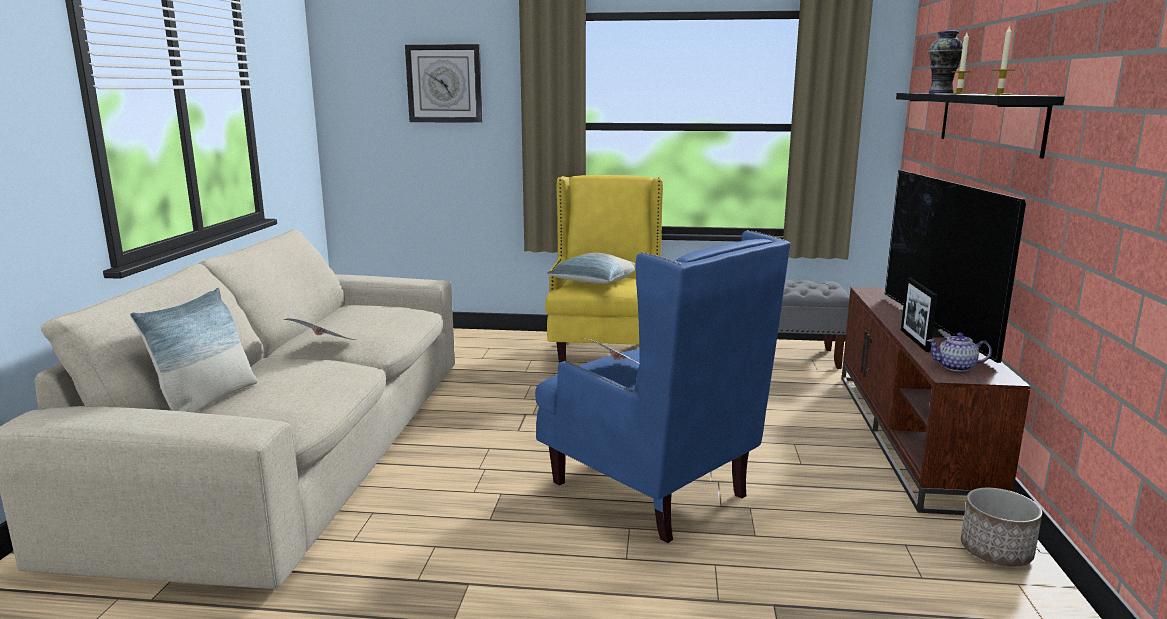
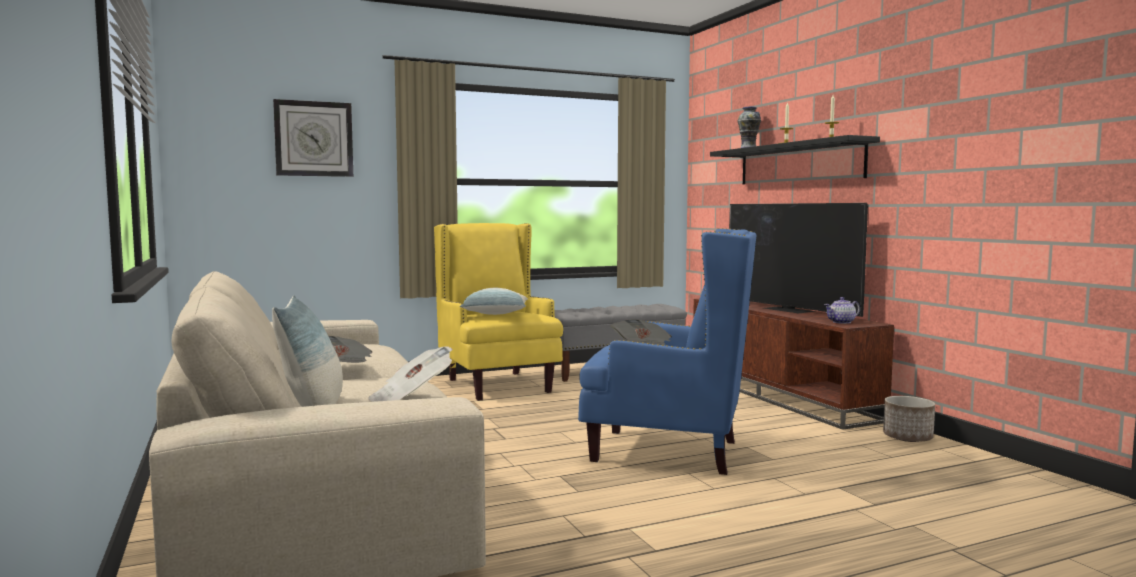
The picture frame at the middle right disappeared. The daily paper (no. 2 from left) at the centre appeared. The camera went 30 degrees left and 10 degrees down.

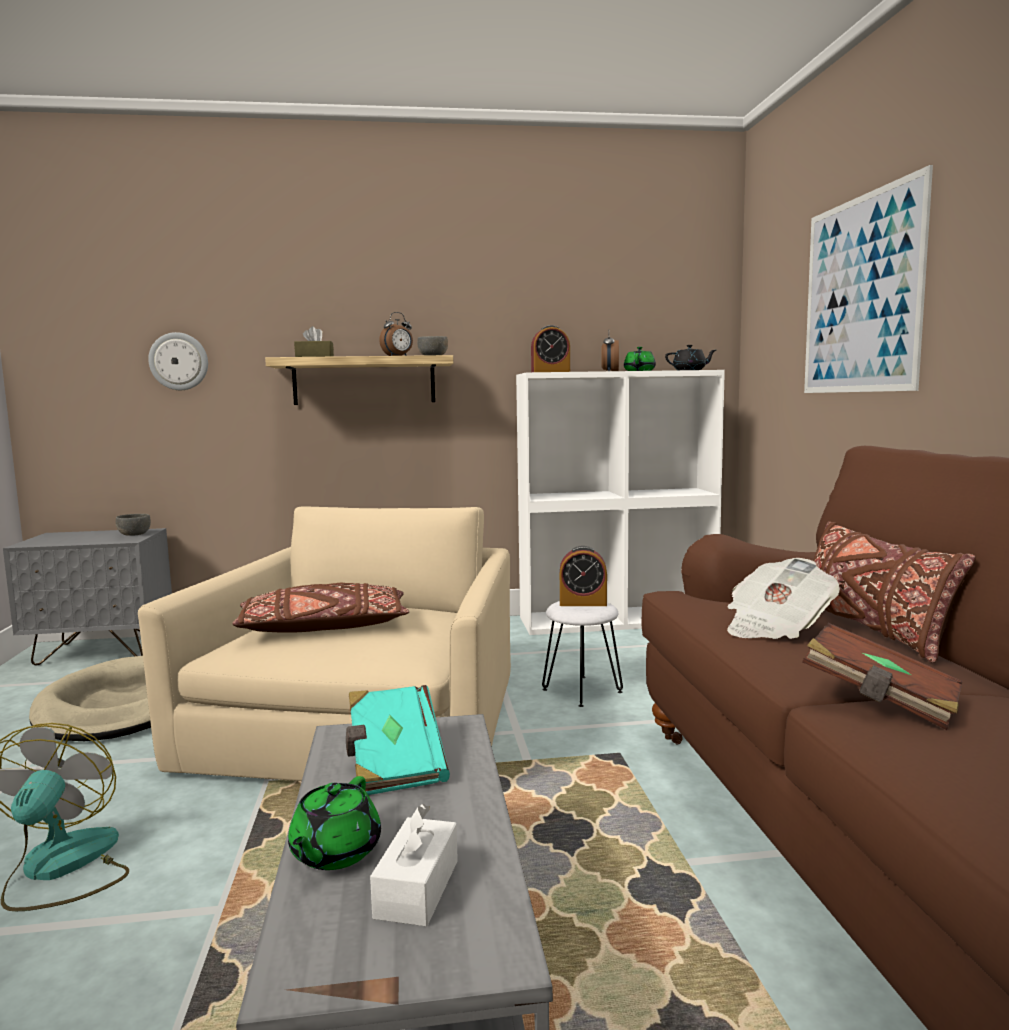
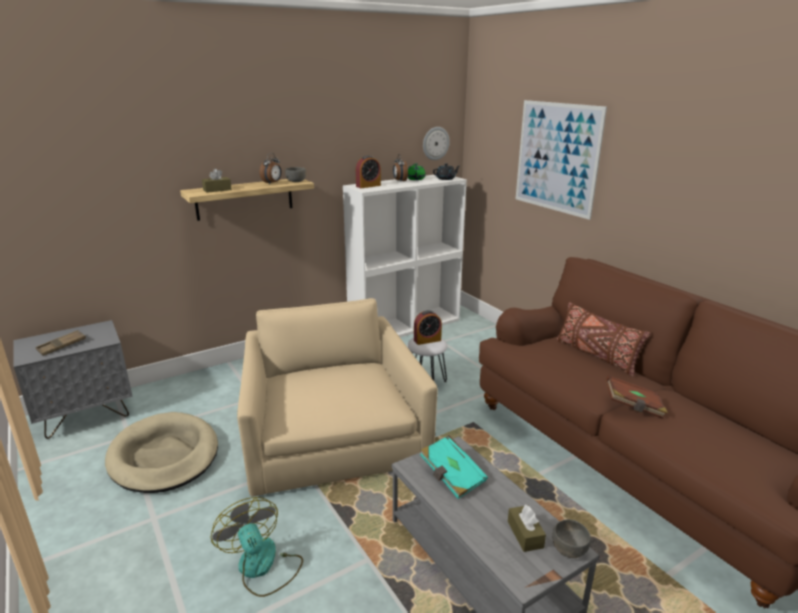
The brown-coloured pillow (no. 1 from left) at the middle left disappeared. The green tea pot (no. 1 from left) at the bottom left disappeared. The daily paper at the middle right disappeared. The brown-coloured carrying tray at the middle left appeared. The gray bowl (no. 1 from left in the first image) moved from the middle left to the bottom right. The hanging clock moved from the middle left to the top centre. The whitish box of tissues at the bottom centre became the brown-coloured box of tissues (no. 2 from left) at the bottom centre. The camera went 25 degrees left and 15 degrees up.

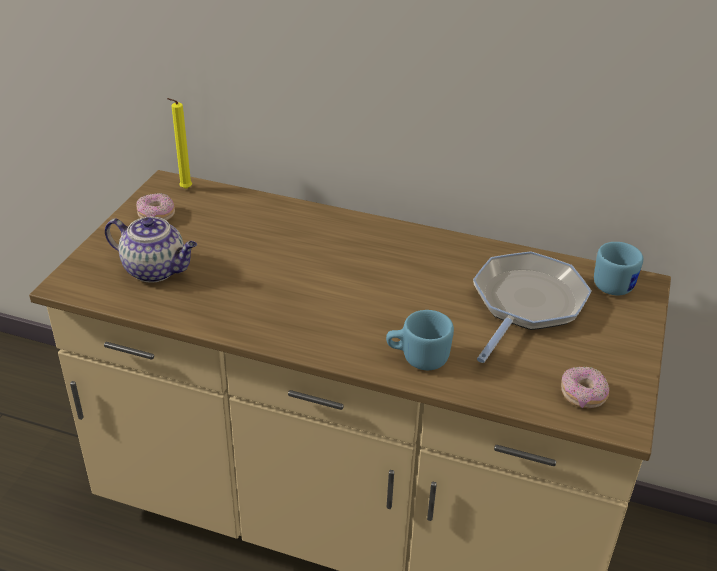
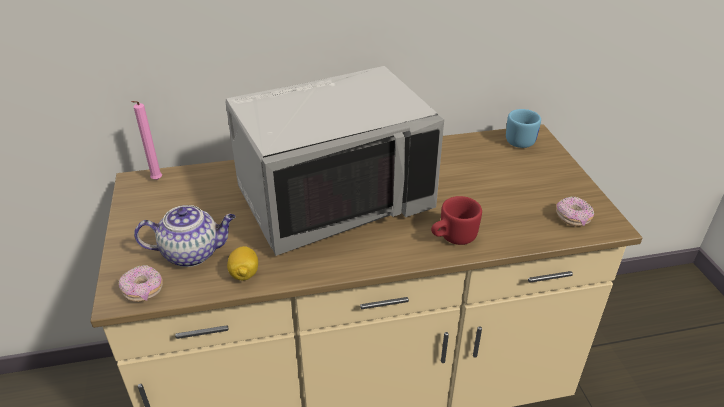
The skillet at the middle right disappeared. The gray microwave oven at the centre appeared. The citrus fruit at the centre appeared. The doughnut (no. 1 from left) moved from the middle left to the bottom left. The yellow wax candle at the top left became the pink-coloured wax candle at the middle left. The blue mug (no. 1 from left) at the centre became the reddish mug at the centre. The camera went 30 degrees left and 0 degrees up.

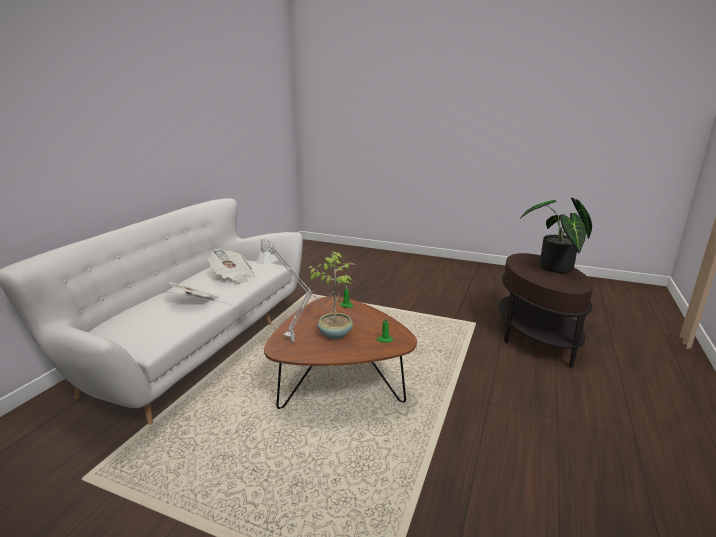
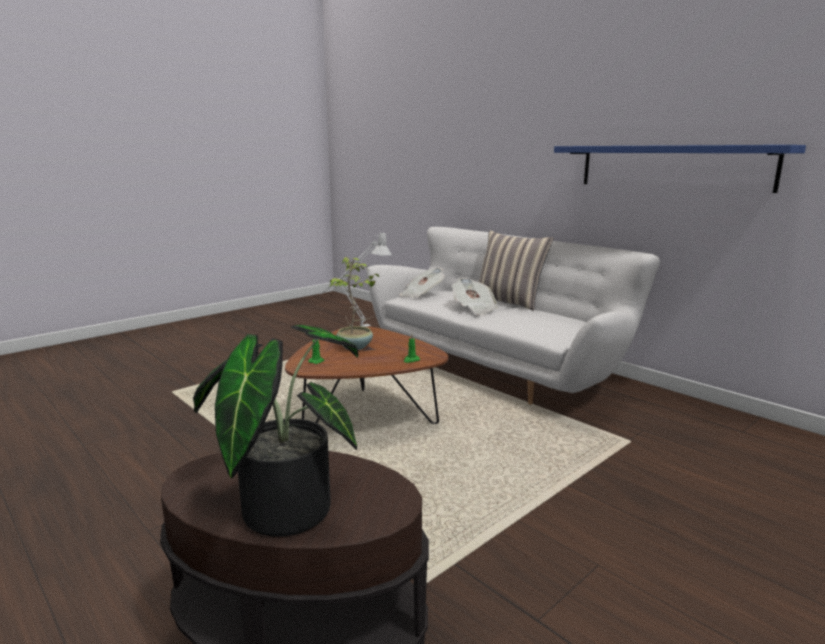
The pillow at the centre appeared. The blue wall shelf at the top right appeared. The daily paper (no. 2 from left in the first image) moved from the middle left to the centre. The camera went 115 degrees right and 5 degrees down.

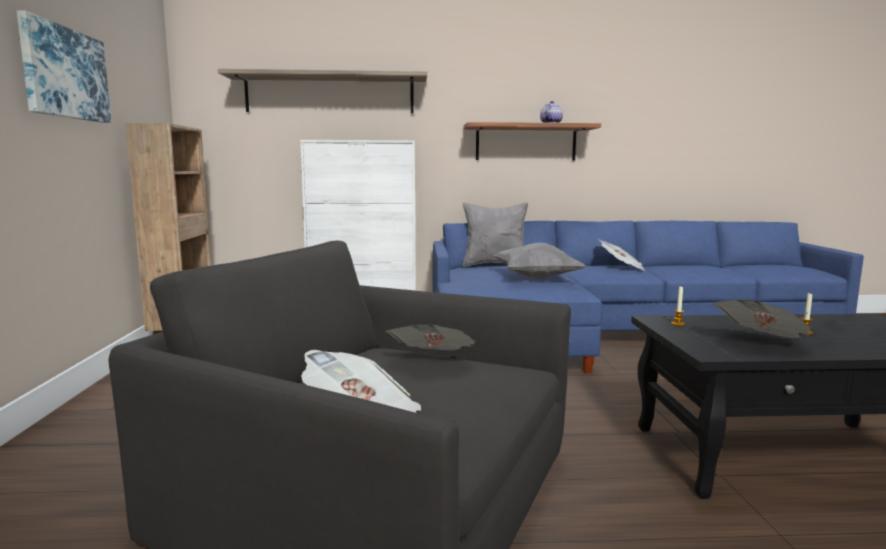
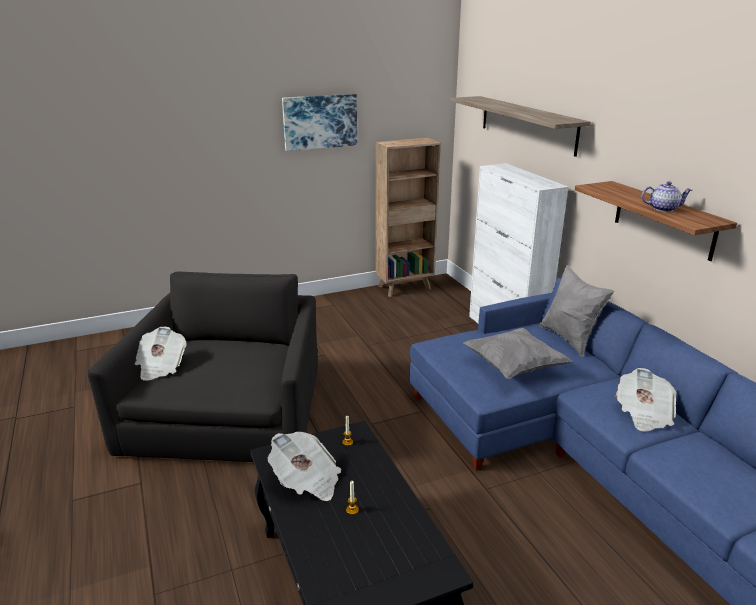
The daily paper (no. 2 from left) at the centre disappeared. The camera went 70 degrees right and 15 degrees up.

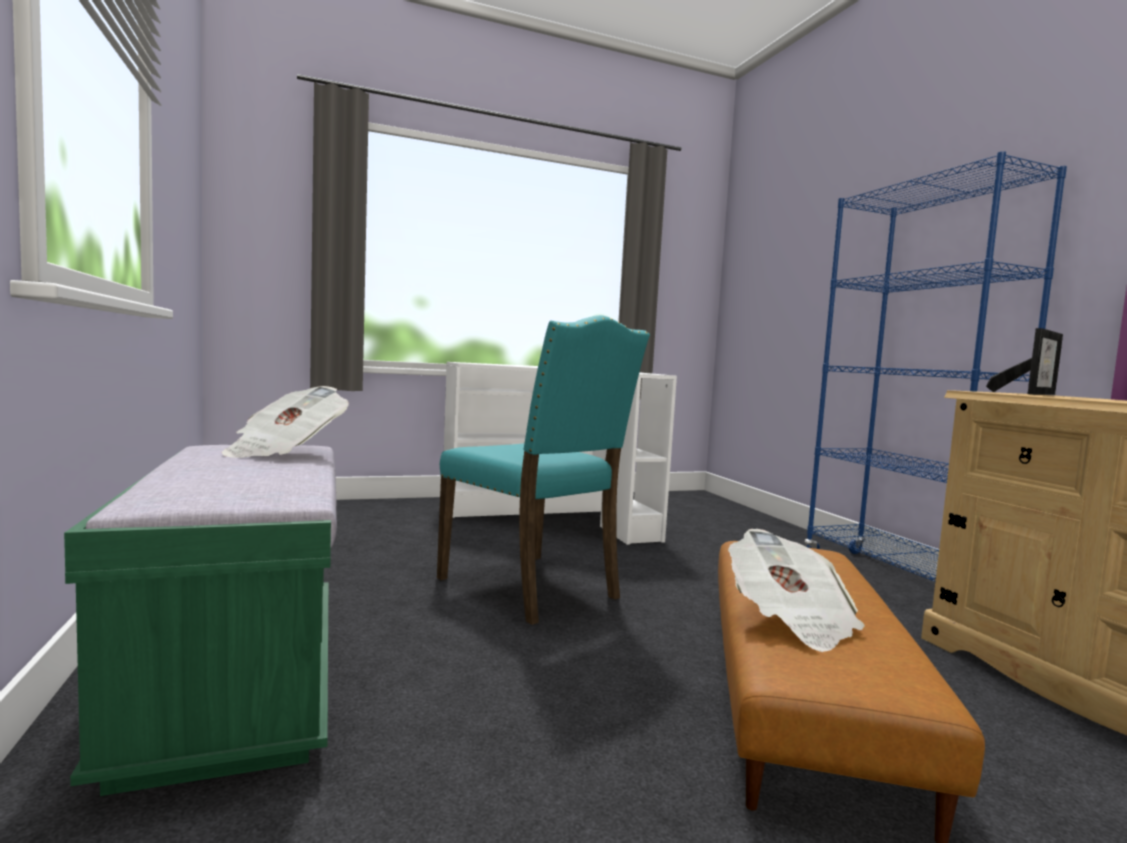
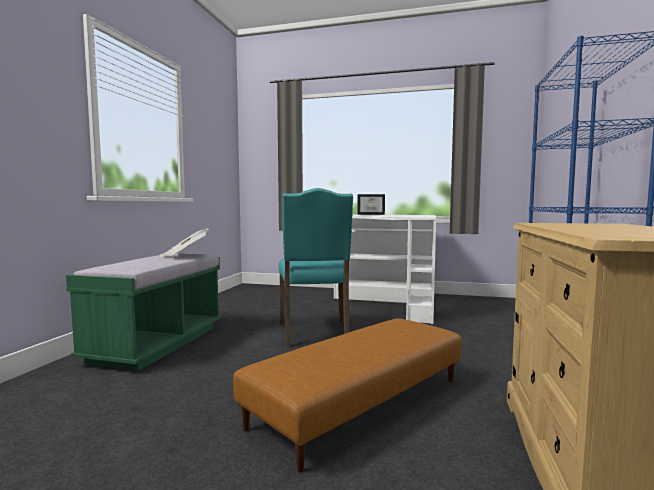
The daily paper (no. 2 from left) at the bottom right disappeared. The picture frame moved from the middle right to the centre. The camera went 35 degrees right and 0 degrees up.

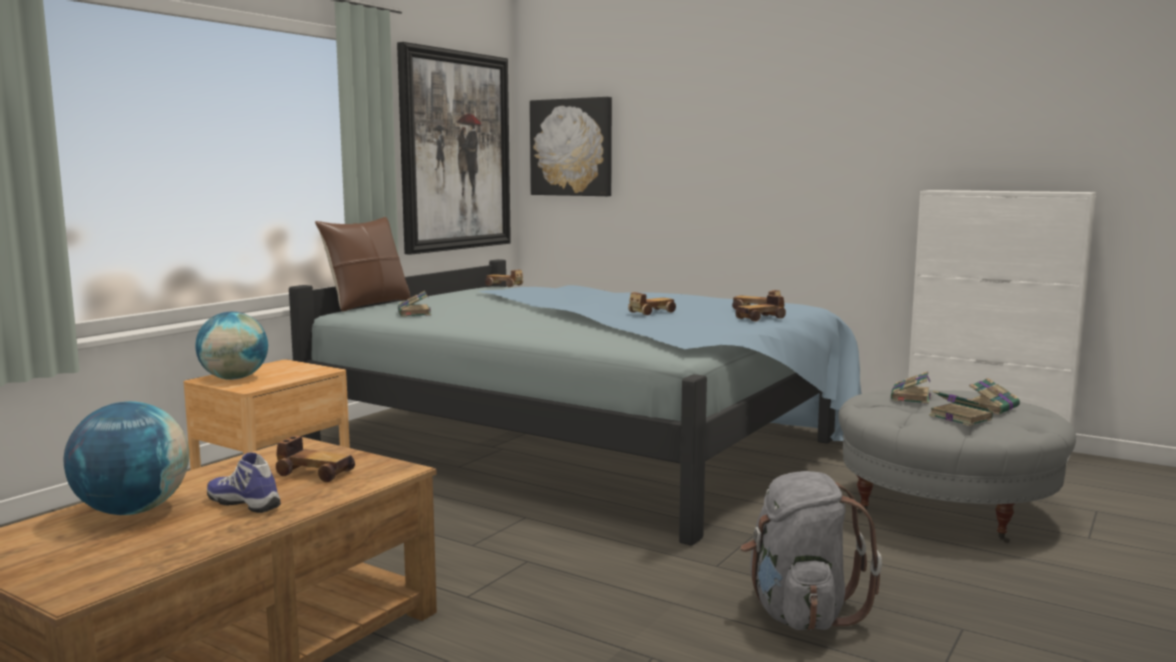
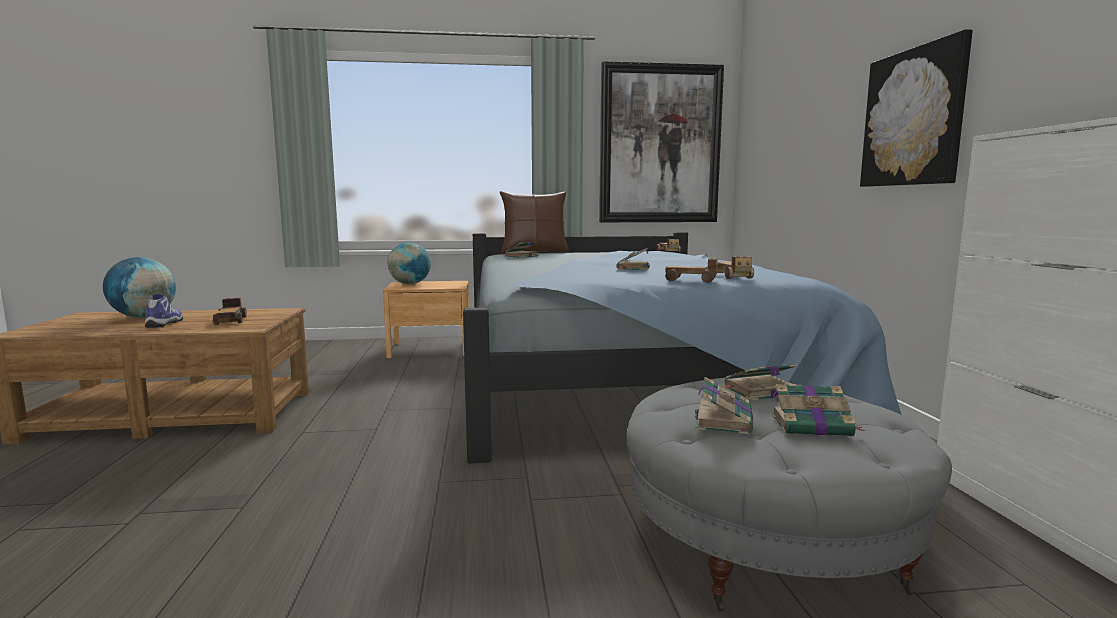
The gray backpack at the bottom right disappeared. The wall art (no. 2 from left) moved from the top centre to the top right. The model car (no. 3 from left) at the centre was replaced by the bound book (no. 2 from left) at the centre. The camera went 50 degrees right and 0 degrees up.

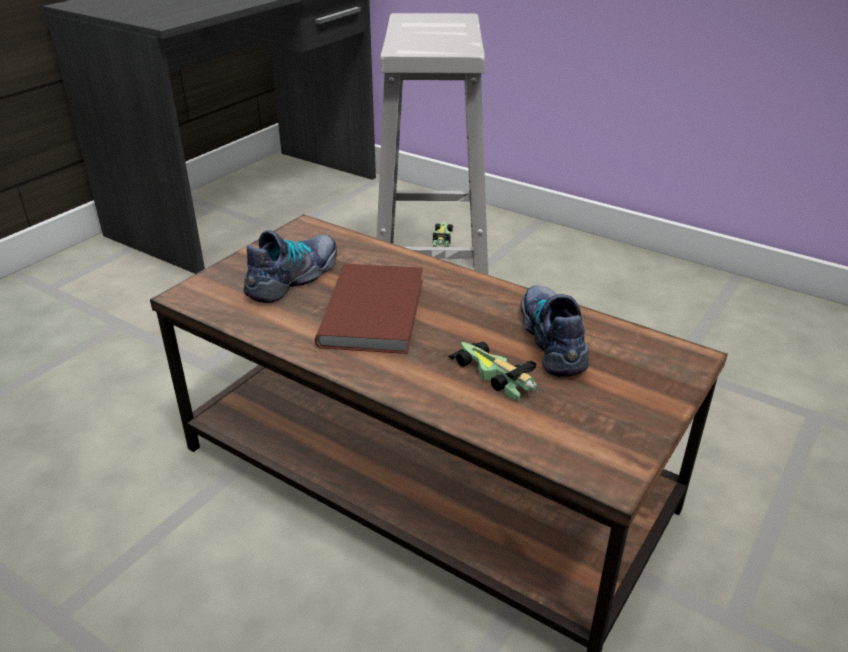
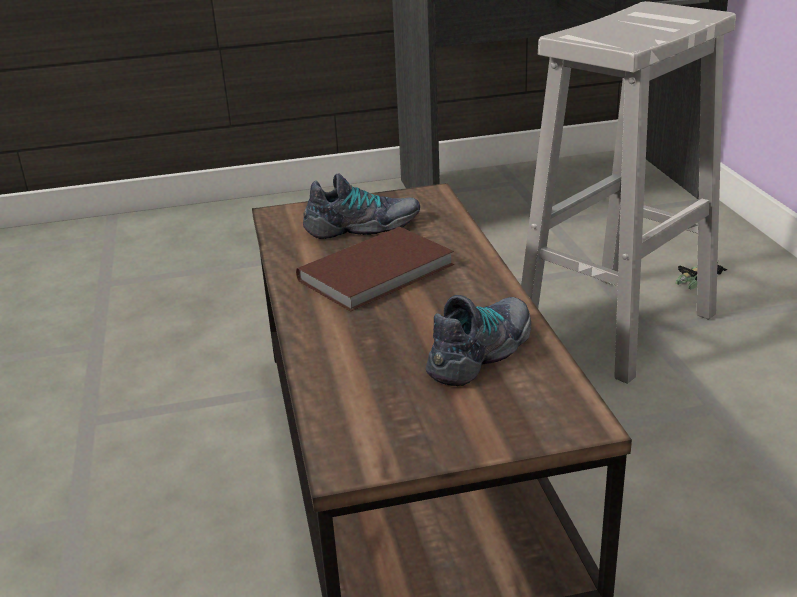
The model car (no. 2 from left) at the centre disappeared. The camera went 45 degrees right and 5 degrees down.

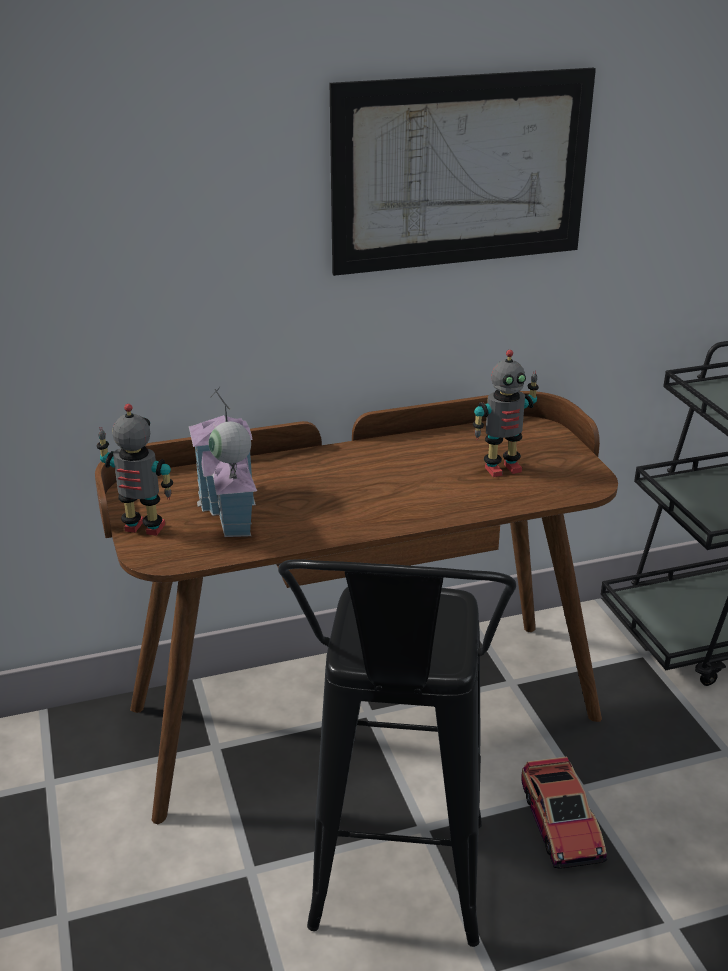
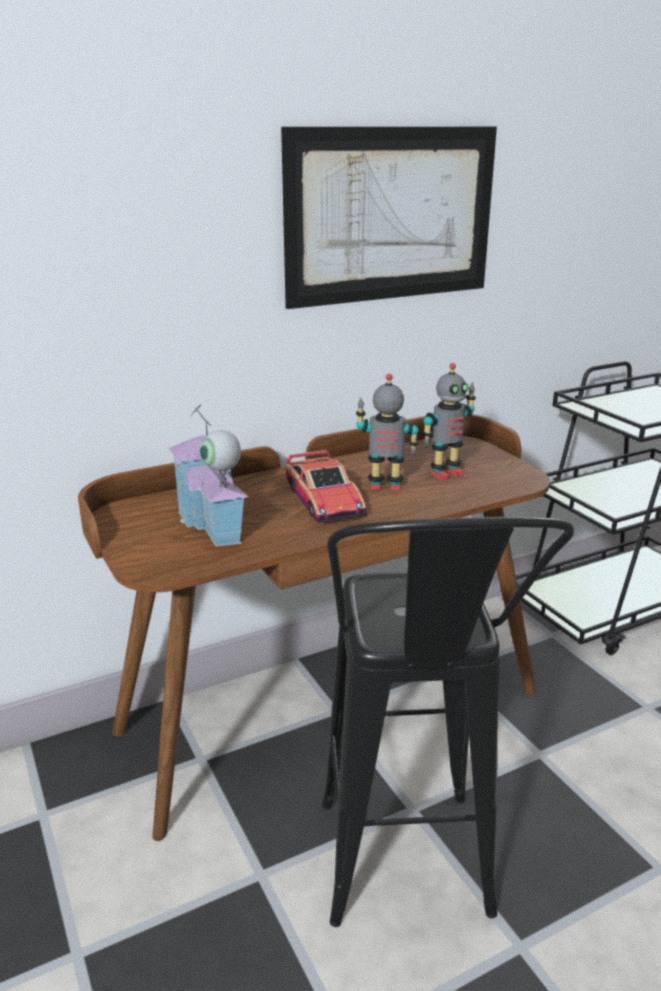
The model robot (no. 1 from left) moved from the middle left to the centre. The model car moved from the bottom right to the centre. The camera went 10 degrees left and 5 degrees down.

